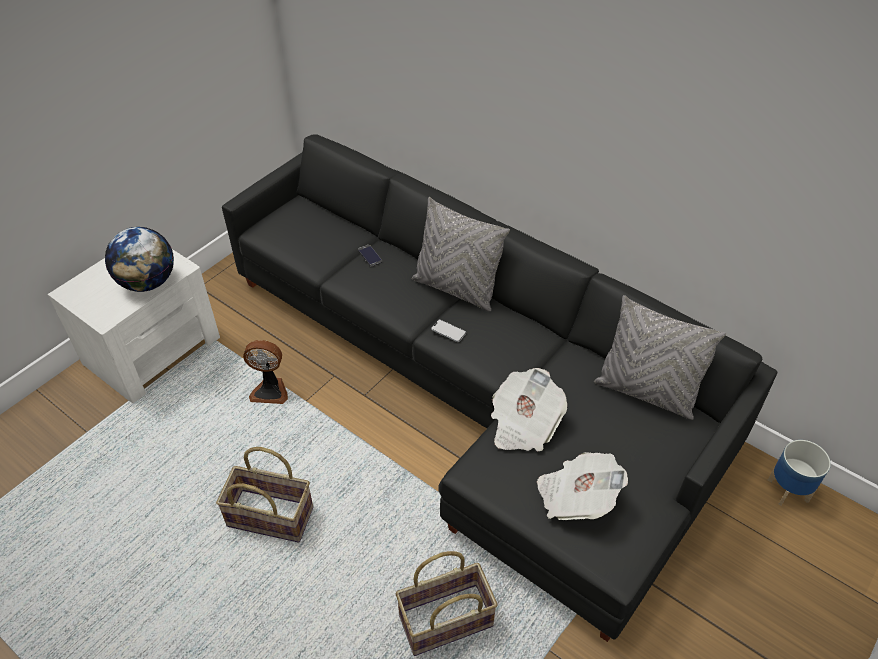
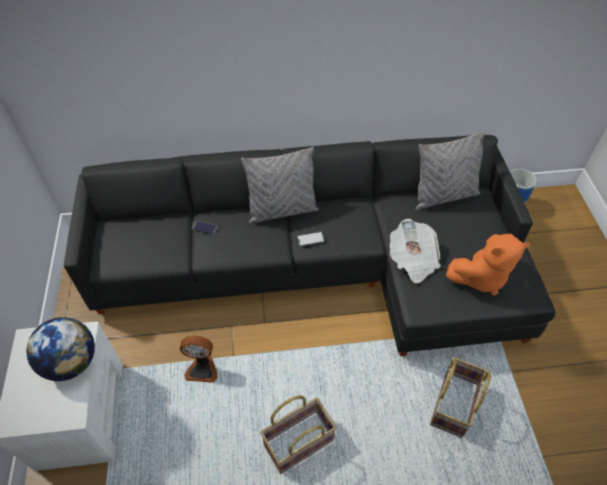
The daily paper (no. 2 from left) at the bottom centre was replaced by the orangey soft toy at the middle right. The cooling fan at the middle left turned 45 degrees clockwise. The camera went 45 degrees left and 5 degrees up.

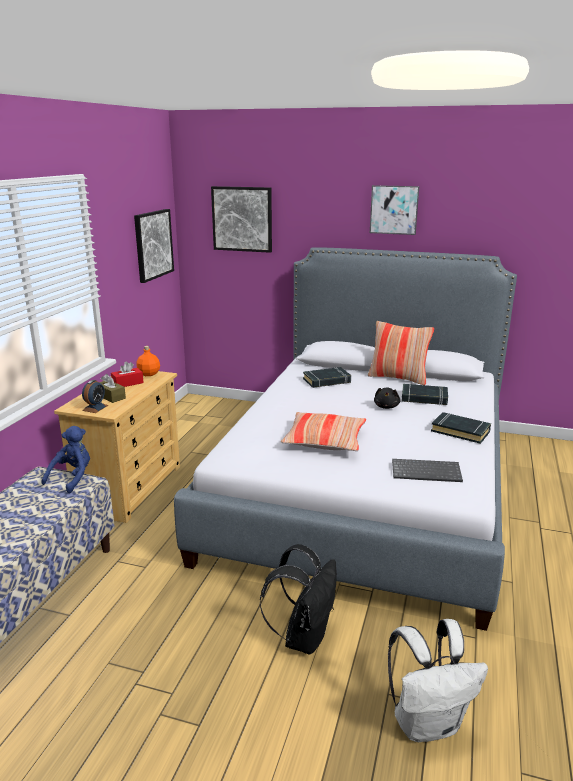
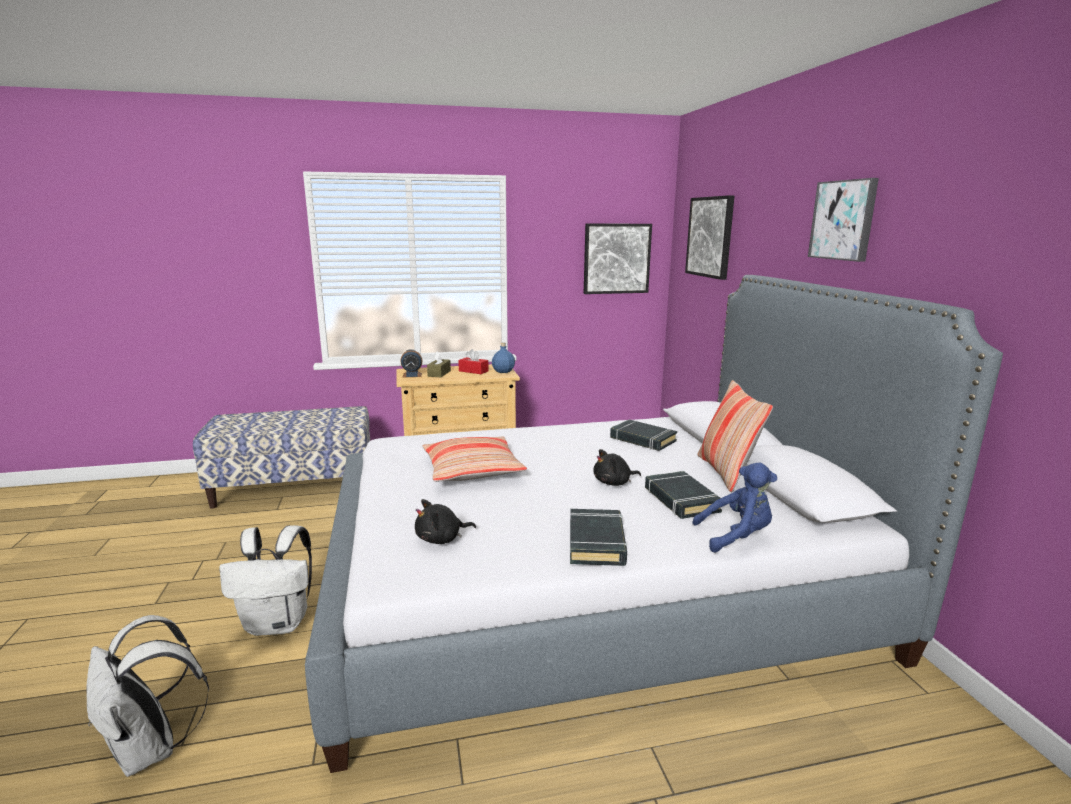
The blue soft toy moved from the middle left to the middle right. The keyboard at the middle right was replaced by the black soft toy (no. 1 from left) at the centre. The orangey drink bottle at the middle left became the blue drink bottle at the centre. The black backpack at the bottom centre became the whitish backpack (no. 2 from left) at the bottom left. The camera went 60 degrees right and 5 degrees down.

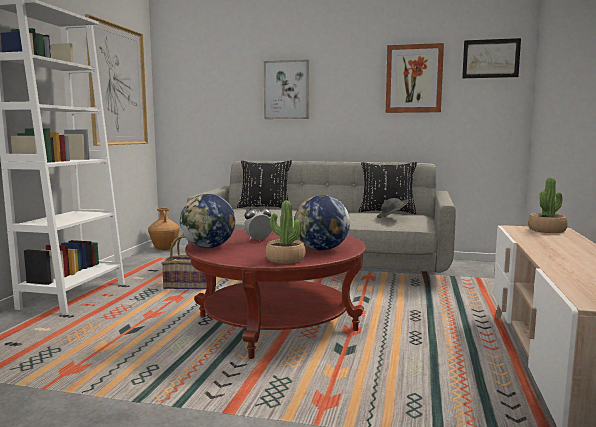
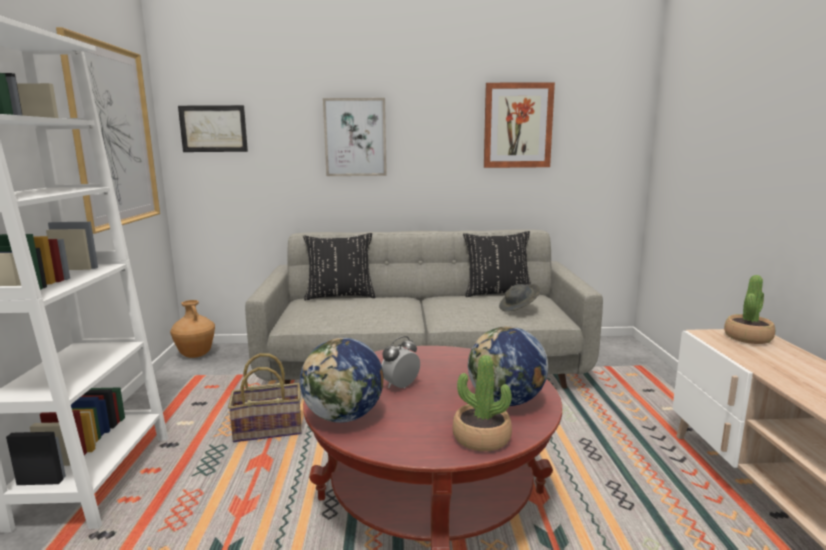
The wall art (no. 4 from left in the first image) moved from the top right to the top left. The camera went 15 degrees left and 5 degrees up.

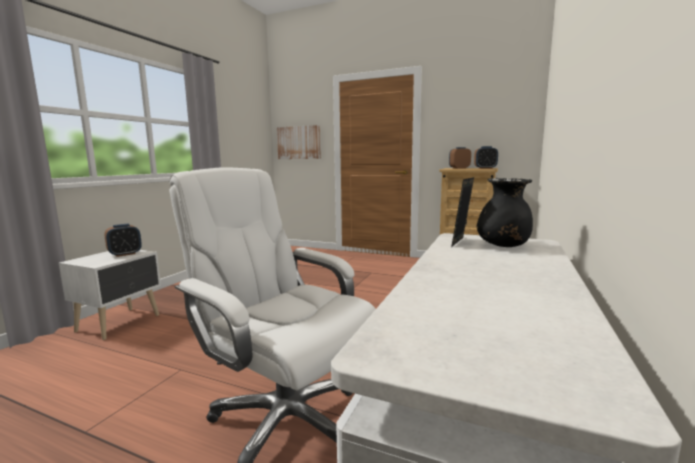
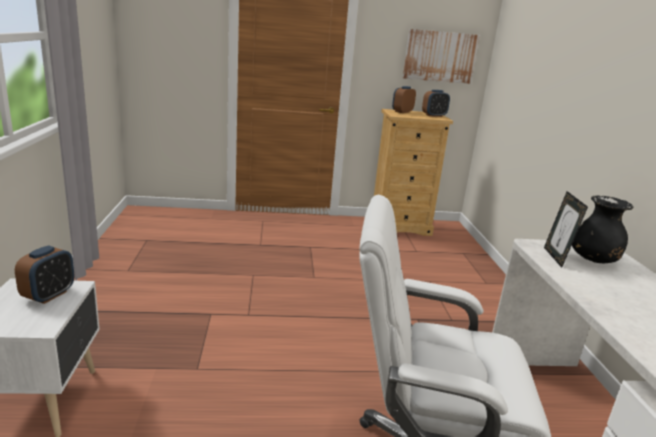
The wall art moved from the top centre to the top right. The camera went 30 degrees left and 10 degrees up.

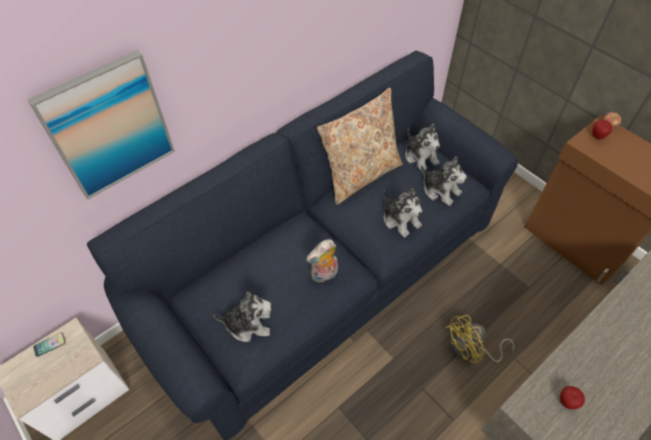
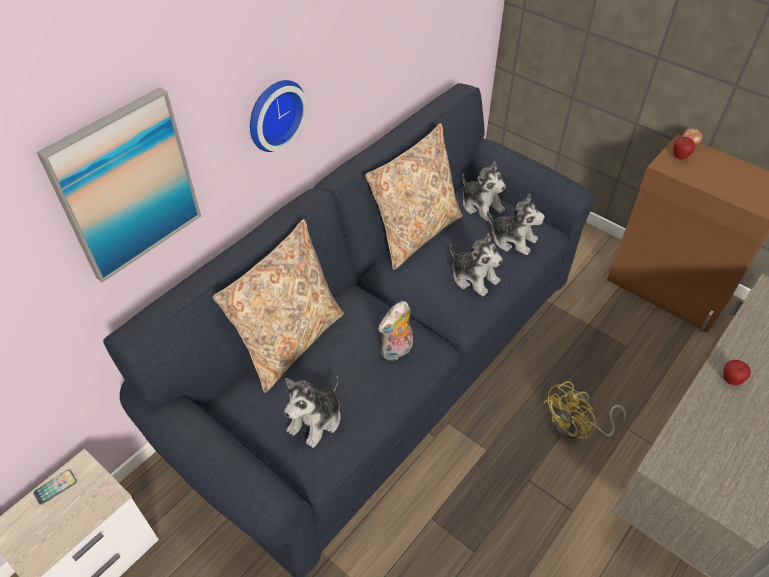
The beige-coloured pillow (no. 1 from left) at the centre appeared. The hanging clock at the top centre appeared. The apple fruit (no. 1 from left in the first image) moved from the bottom right to the middle right. The soft toy (no. 1 from left) at the bottom centre turned 135 degrees clockwise. The camera went 10 degrees left and 5 degrees down.

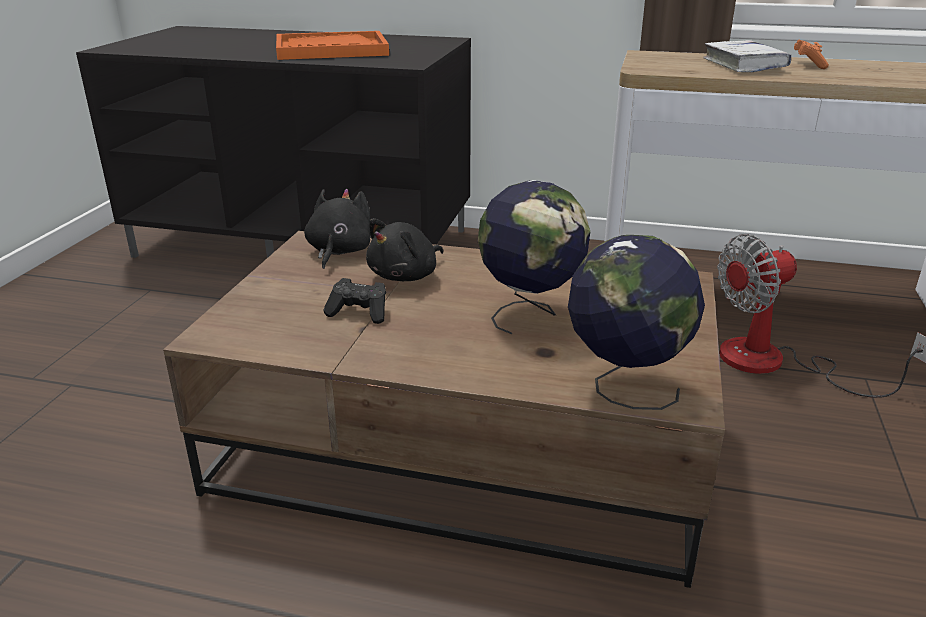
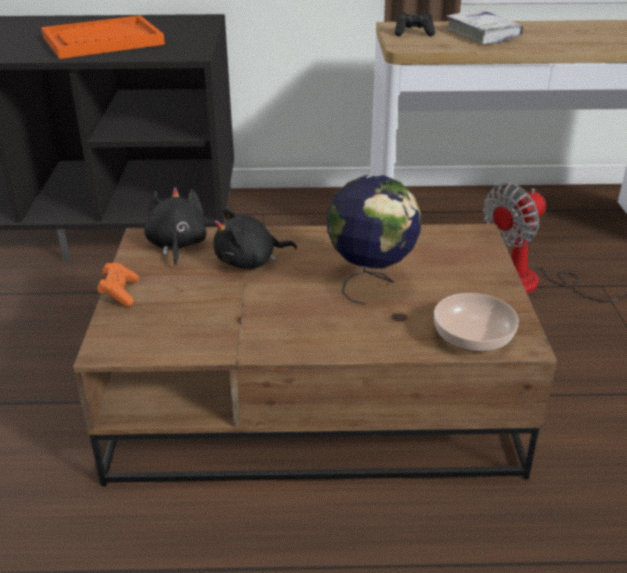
The black game controller moved from the centre to the top centre. The orangey game controller moved from the top right to the middle left. The globe (no. 2 from left) at the middle right was replaced by the bowl at the middle right. The black soft toy (no. 2 from left) at the centre turned 45 degrees clockwise. The camera went 15 degrees left and 5 degrees up.

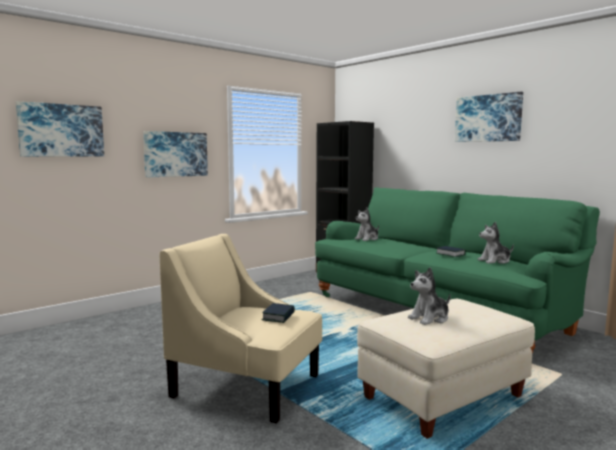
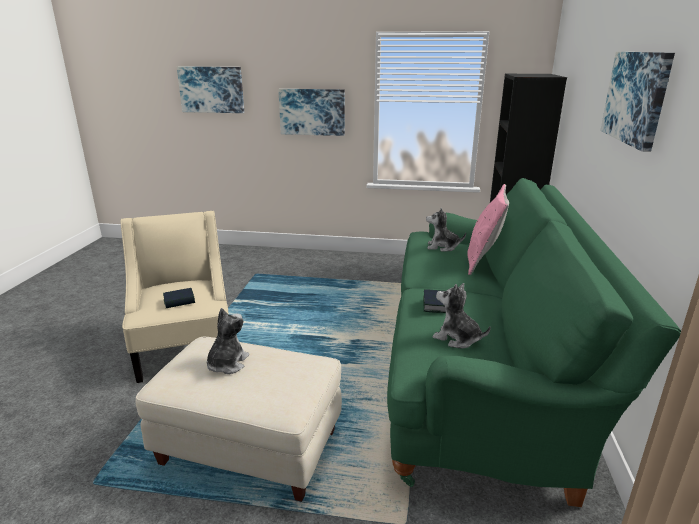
The pink-coloured pillow at the middle right appeared. The soft toy (no. 2 from left in the first image) at the middle right turned 90 degrees clockwise. The camera went 50 degrees right and 15 degrees up.

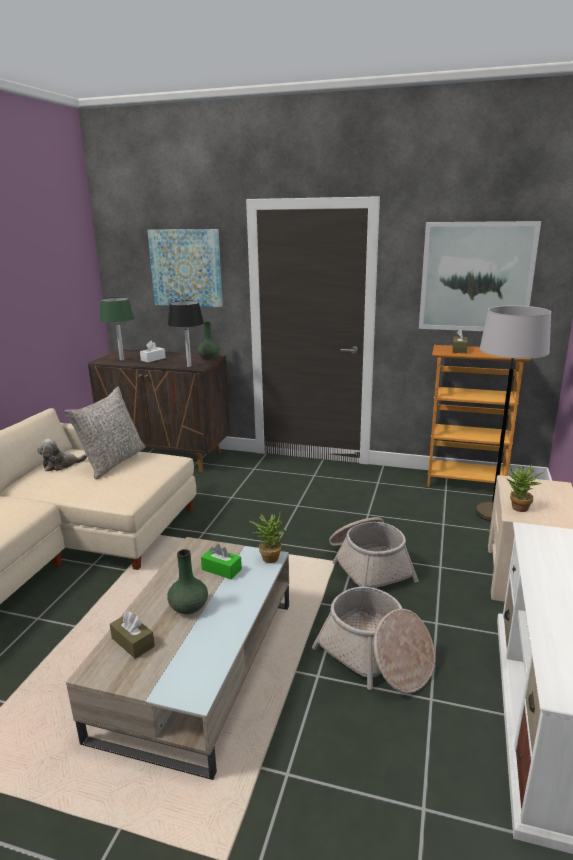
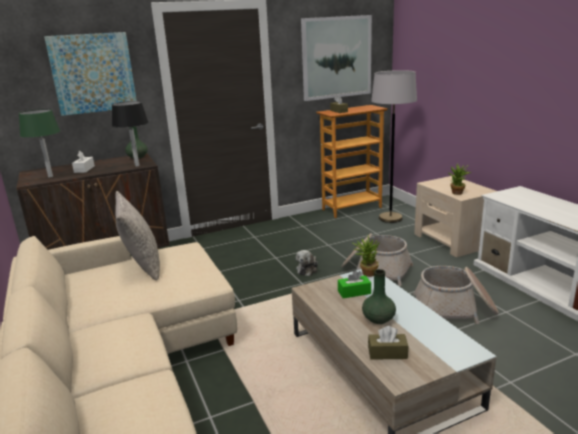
The soft toy moved from the middle left to the centre. The camera went 40 degrees left and 0 degrees up.

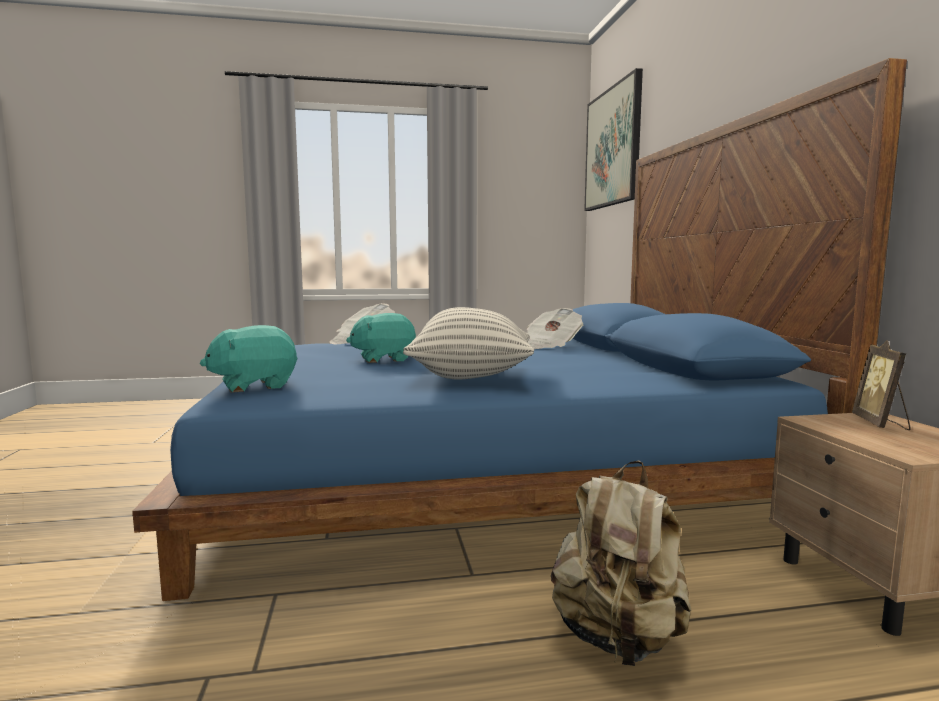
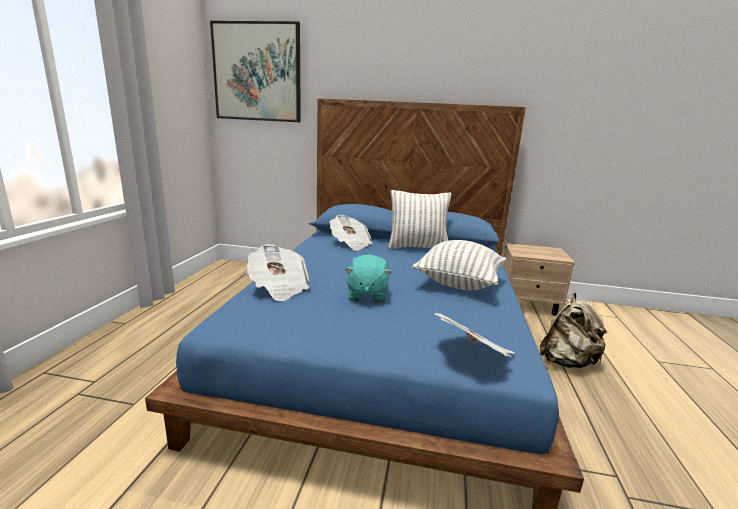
The picture frame at the middle right disappeared. The pillow (no. 1 from left) at the centre appeared. The blue-green soft toy (no. 1 from left) at the middle left was replaced by the daily paper (no. 3 from left) at the centre. The camera went 70 degrees left and 10 degrees up.

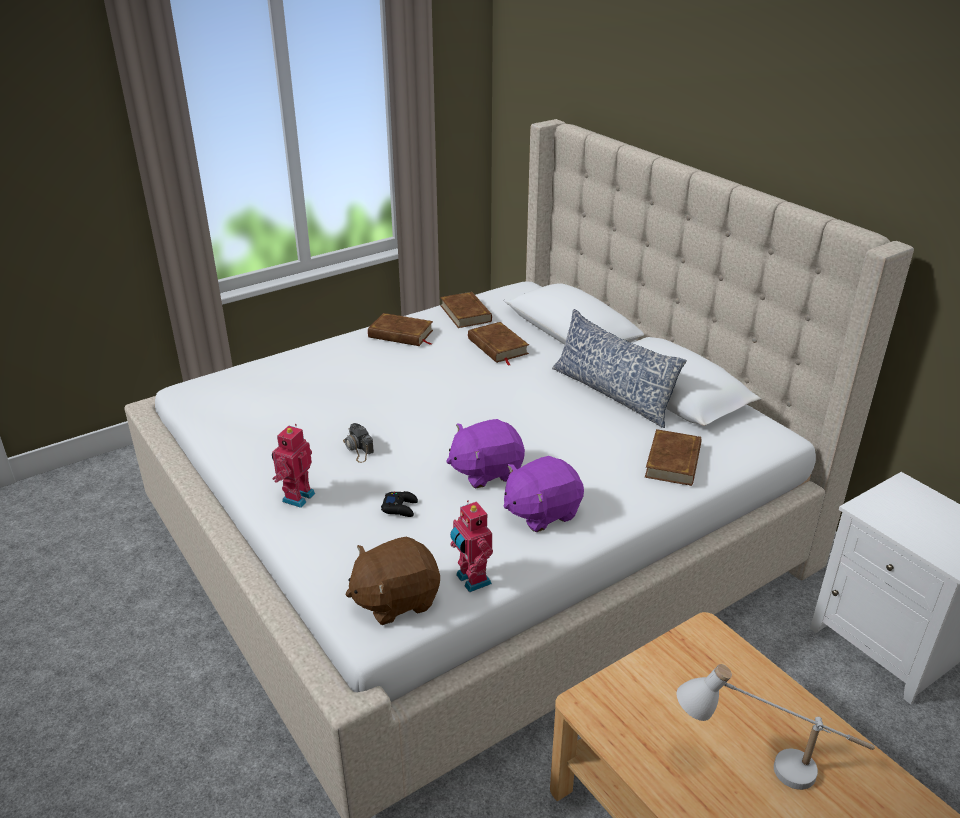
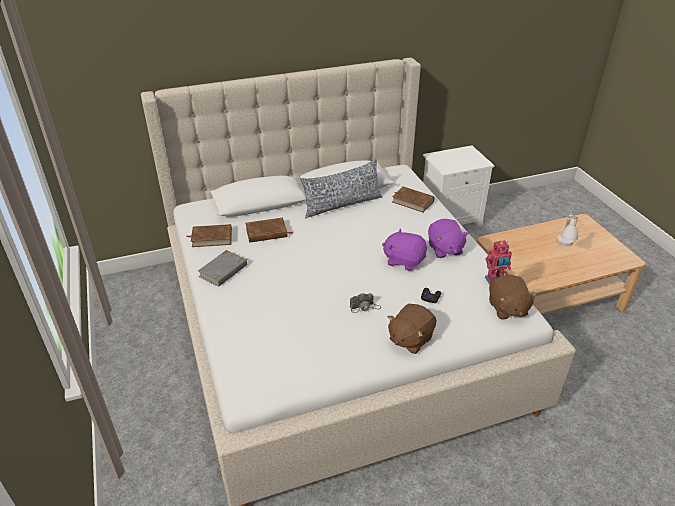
The model robot (no. 1 from left) at the middle left was replaced by the brown-coloured soft toy (no. 1 from left) at the centre. The brown-coloured bound book (no. 1 from left) at the centre became the gray bound book at the middle left. The purplish soft toy (no. 1 from left) at the centre turned 120 degrees clockwise. The camera went 75 degrees left and 5 degrees up.

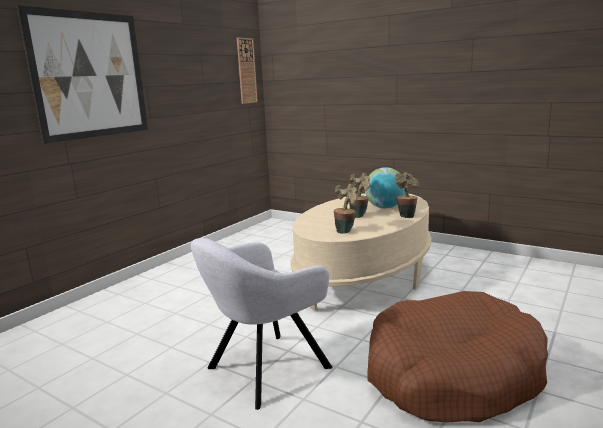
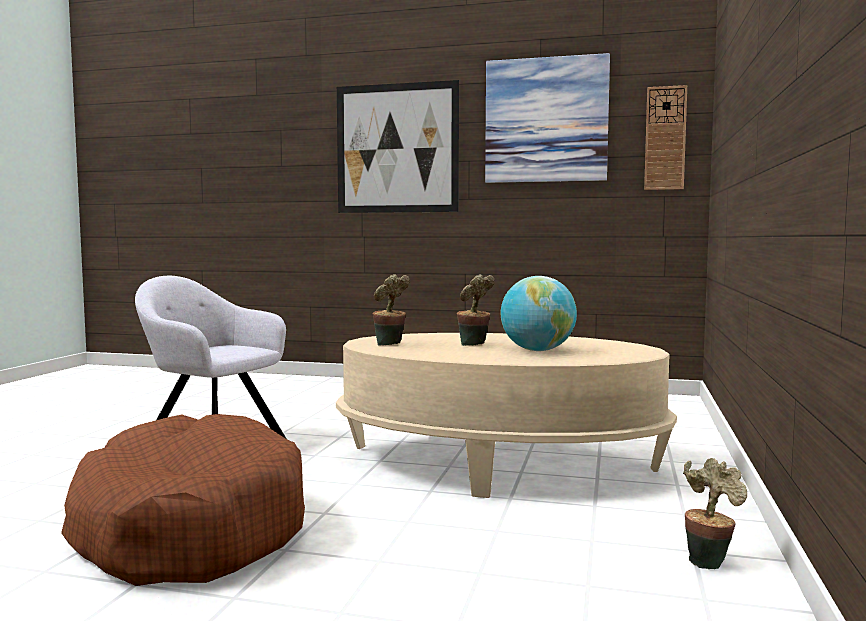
The wall art (no. 2 from left) at the top centre appeared. The potted plant (no. 3 from left) moved from the middle right to the bottom right. The camera went 70 degrees right and 10 degrees down.

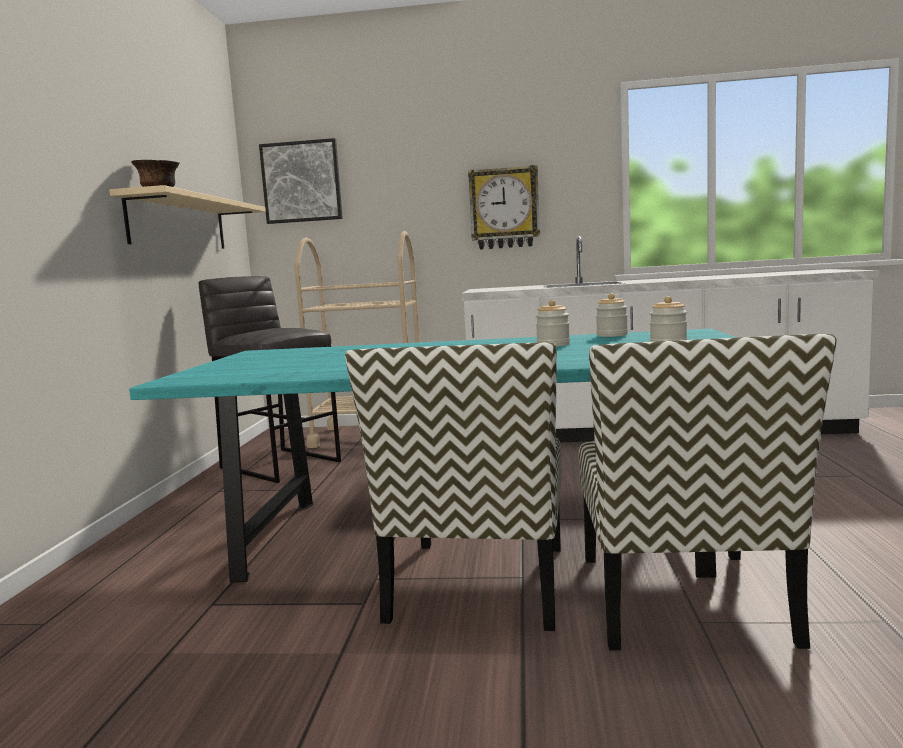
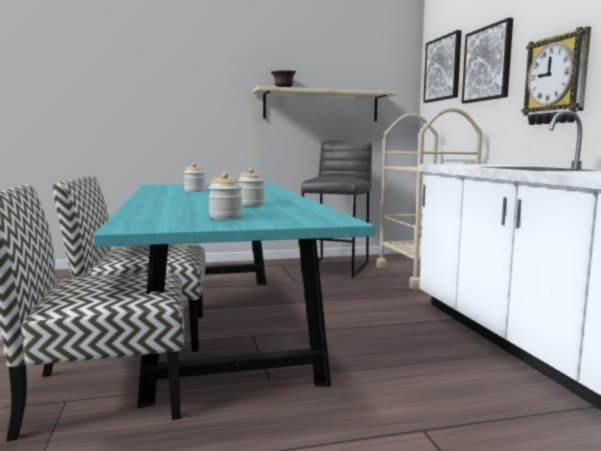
The wall art (no. 2 from left) at the top right appeared. The preserve jar (no. 2 from left in the first image) moved from the middle right to the middle left. The camera went 70 degrees right and 0 degrees up.

